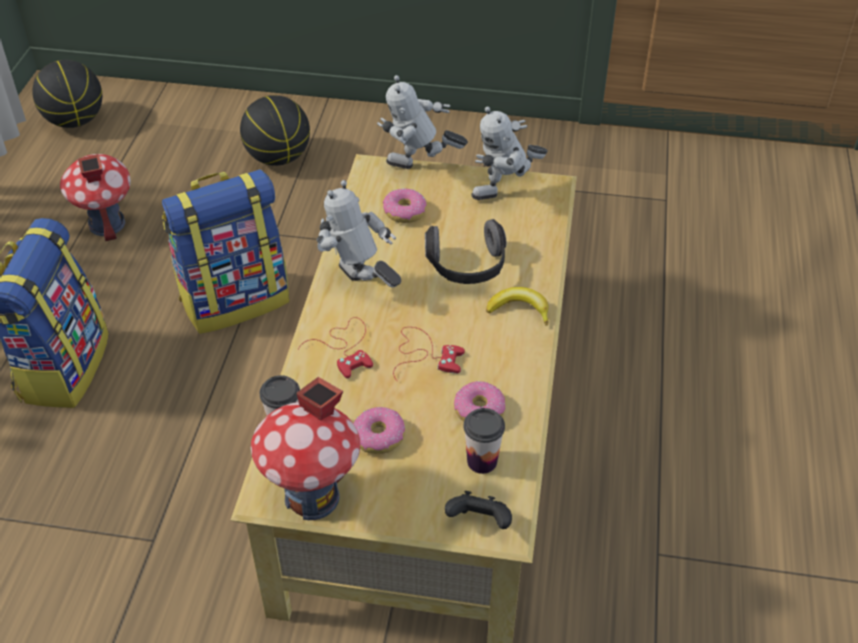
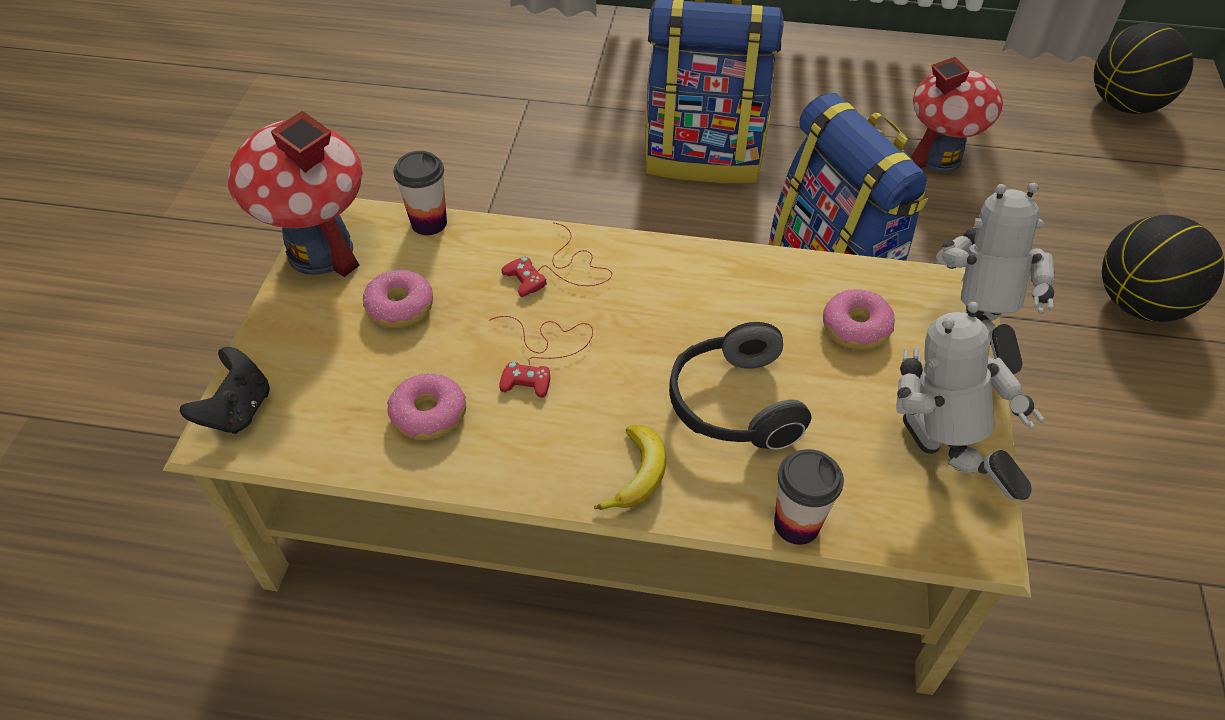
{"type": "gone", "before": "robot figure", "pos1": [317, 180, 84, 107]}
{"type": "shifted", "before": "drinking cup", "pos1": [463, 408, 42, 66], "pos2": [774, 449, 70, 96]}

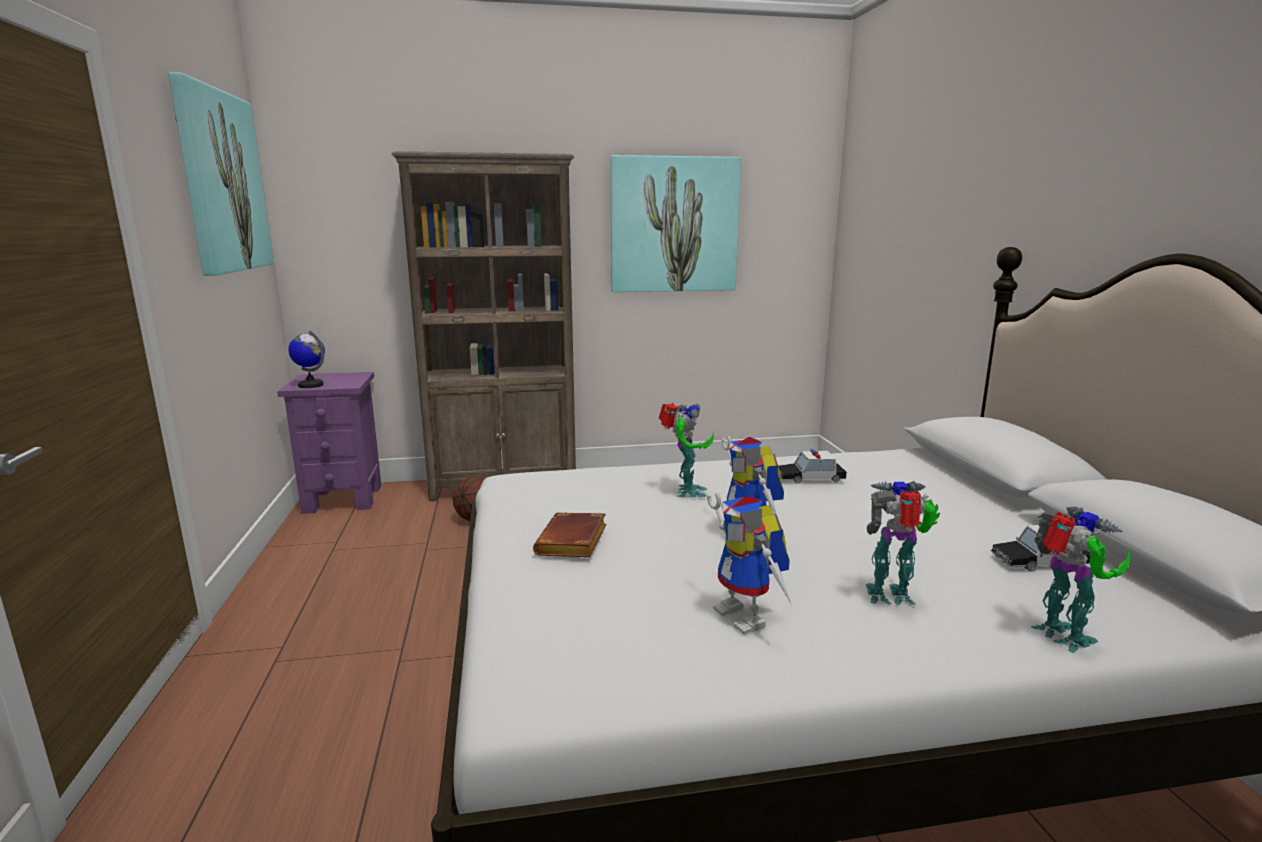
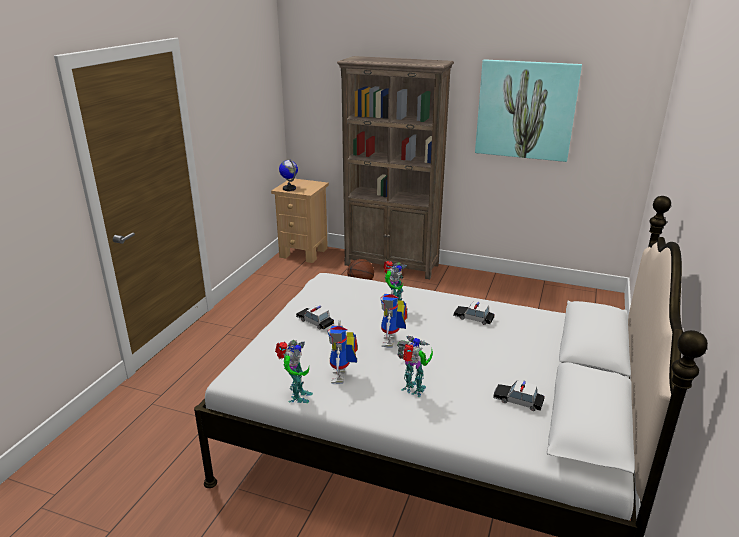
{"type": "gone", "before": "wall art", "pos1": [168, 72, 106, 204]}
{"type": "repainted", "before": "purple night table", "after": "beige-coloured night table", "pos1": [277, 372, 104, 142], "pos2": [271, 178, 58, 85]}
{"type": "shifted", "before": "robot figure", "pos1": [1031, 506, 100, 147], "pos2": [275, 340, 38, 63]}
{"type": "swapped", "before": "brown-coloured volume", "after": "toy car", "pos1": [533, 512, 73, 45], "pos2": [296, 305, 38, 25]}

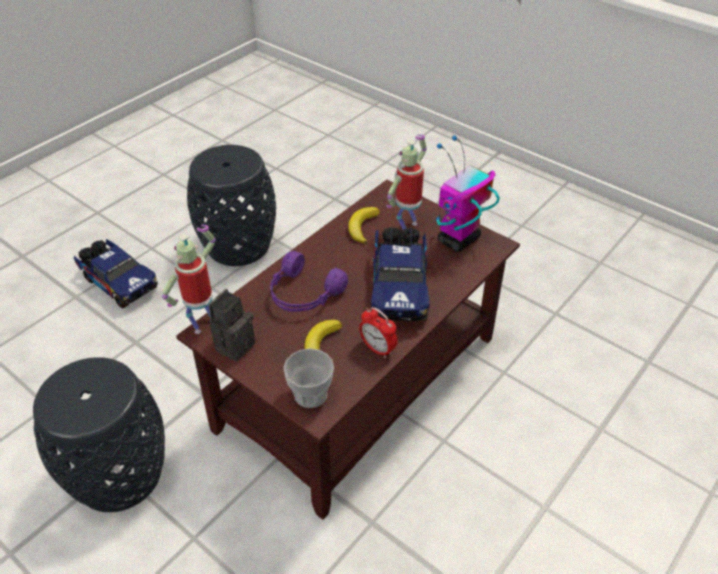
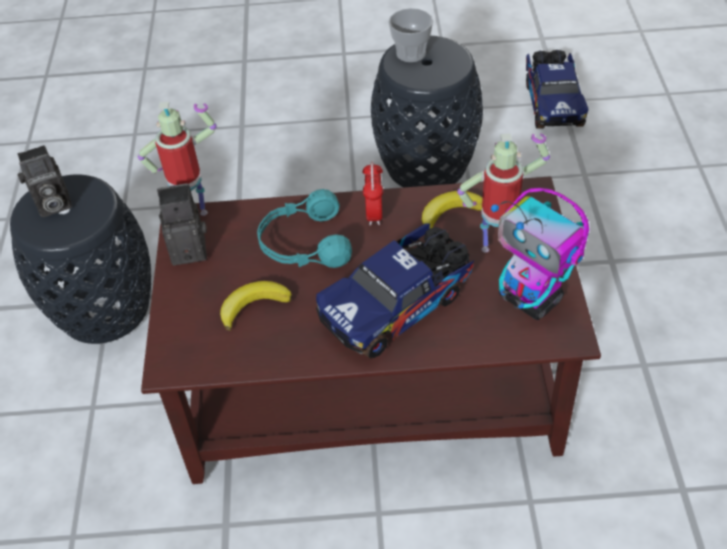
{"type": "rotated", "before": "robot figure", "pos1": [436, 135, 64, 117], "pos2": [491, 188, 98, 132], "turn": -135}
{"type": "shifted", "before": "toy truck", "pos1": [74, 239, 84, 70], "pos2": [526, 50, 63, 79]}
{"type": "repainted", "before": "purple pair of headphones", "after": "blue-green pair of headphones", "pos1": [270, 251, 78, 61], "pos2": [257, 189, 95, 79]}
{"type": "shifted", "before": "table clock", "pos1": [359, 307, 38, 51], "pos2": [362, 161, 21, 65]}
{"type": "shifted", "before": "drinking cup", "pos1": [283, 348, 51, 60], "pos2": [389, 8, 44, 54]}
{"type": "new", "after": "photo camera", "pos2": [18, 145, 54, 72]}

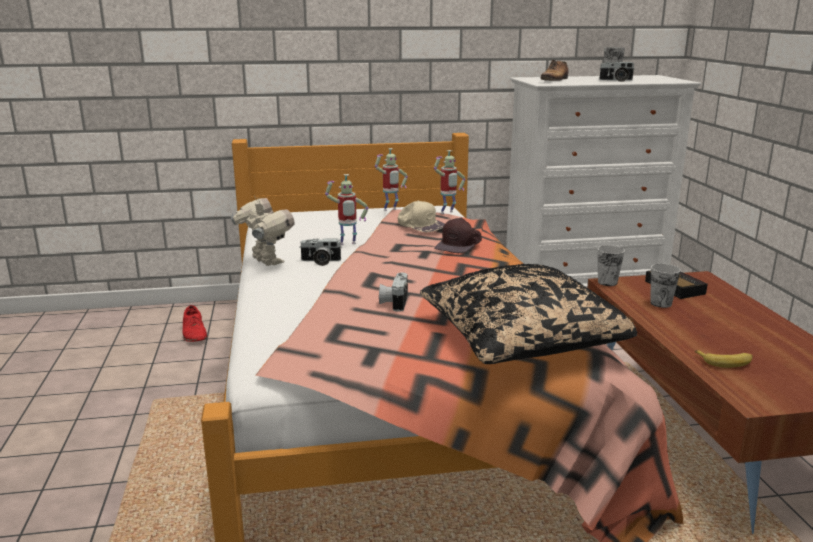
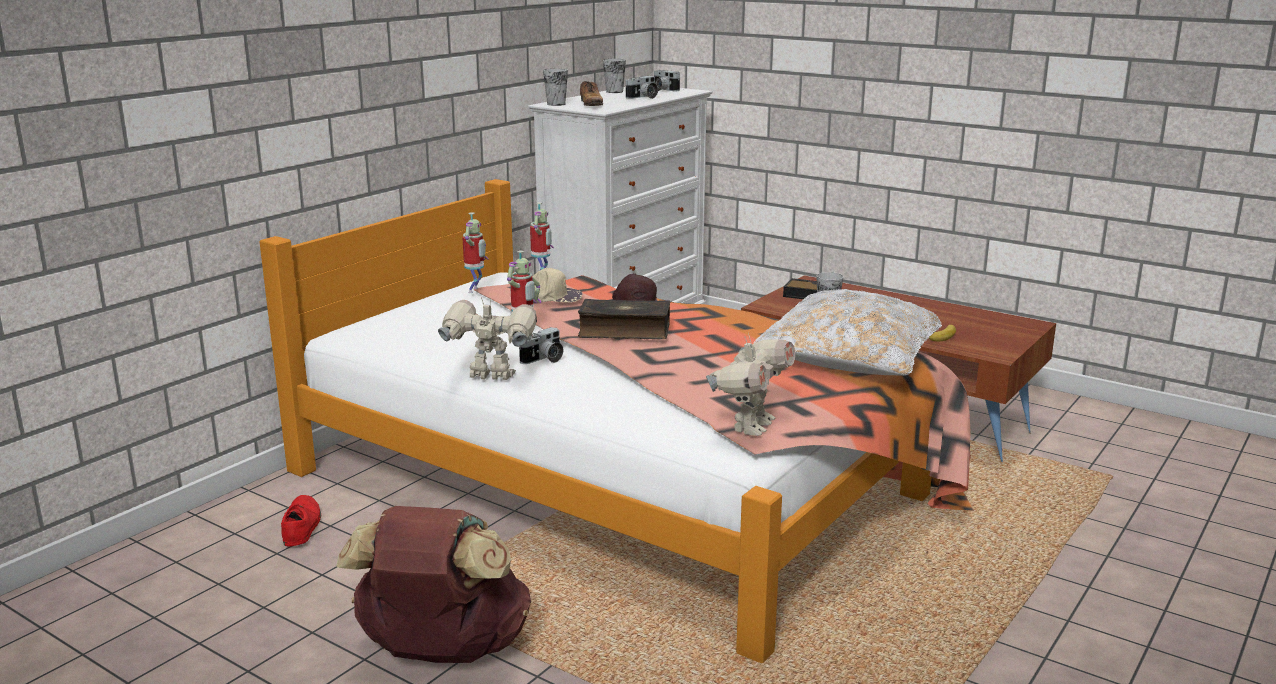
{"type": "shifted", "before": "drinking cup", "pos1": [598, 245, 27, 41], "pos2": [543, 69, 25, 37]}
{"type": "repainted", "before": "blackish pillow", "after": "white pillow", "pos1": [420, 264, 218, 100], "pos2": [754, 289, 188, 87]}
{"type": "shifted", "before": "photo camera", "pos1": [379, 272, 29, 40], "pos2": [654, 70, 26, 21]}
{"type": "rotated", "before": "red shoe", "pos1": [182, 305, 26, 37], "pos2": [281, 495, 40, 52], "turn": -120}
{"type": "new", "after": "volume", "pos2": [578, 299, 92, 40]}
{"type": "new", "after": "robot figure", "pos2": [706, 333, 89, 103]}
{"type": "new", "after": "brown-coloured knapsack", "pos2": [336, 506, 195, 157]}

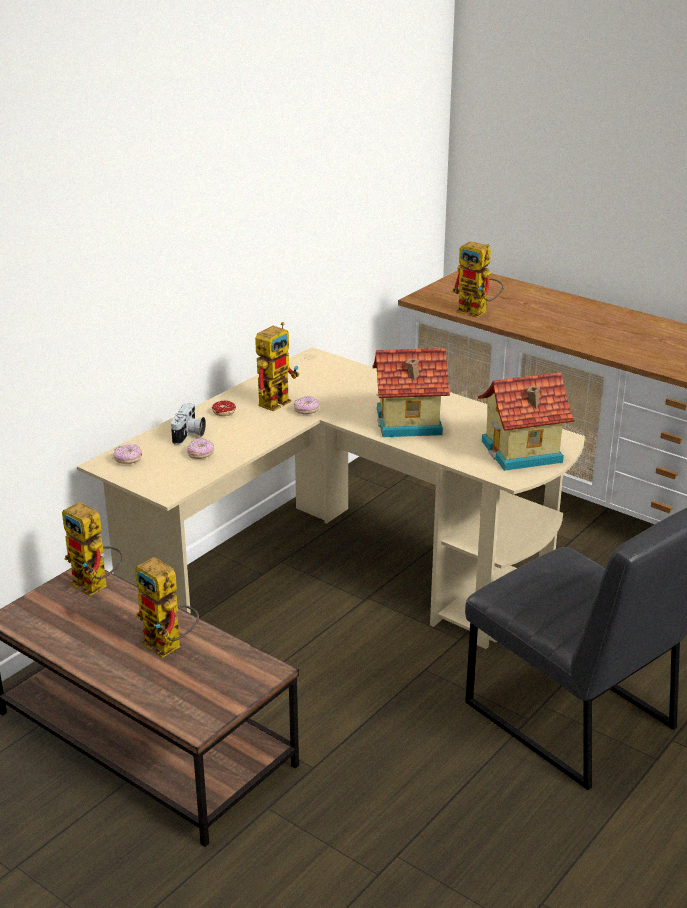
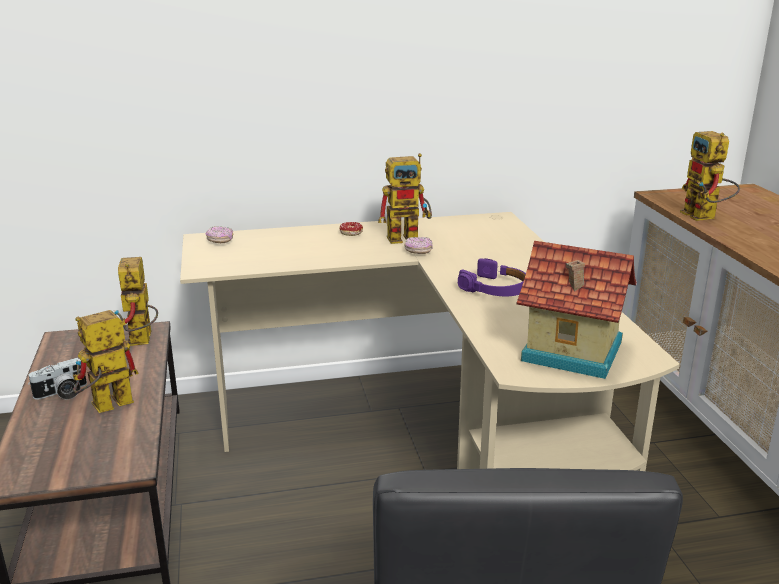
{"type": "swapped", "before": "miniature house", "after": "purple pair of headphones", "pos1": [372, 348, 78, 89], "pos2": [458, 258, 68, 38]}
{"type": "shifted", "before": "photo camera", "pos1": [171, 403, 35, 42], "pos2": [29, 358, 58, 42]}
{"type": "gone", "before": "doughnut", "pos1": [187, 438, 27, 21]}
{"type": "rotated", "before": "robot figure", "pos1": [135, 557, 64, 101], "pos2": [73, 310, 65, 103], "turn": 60}

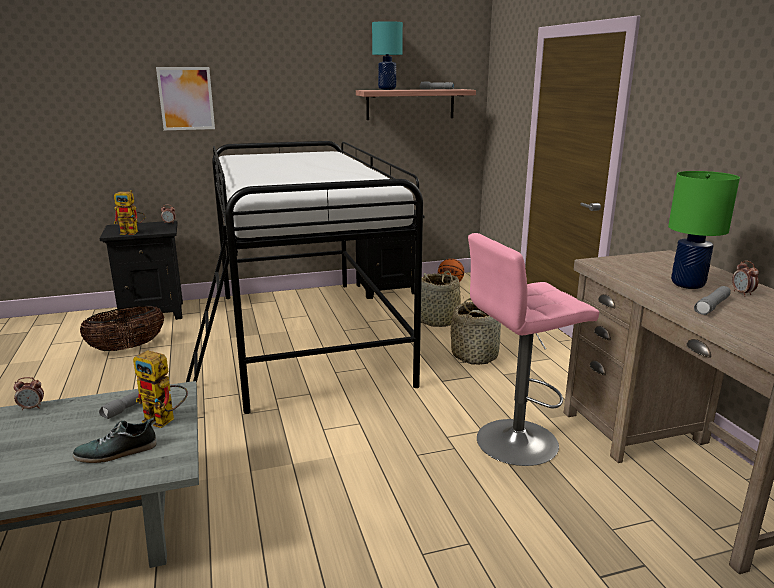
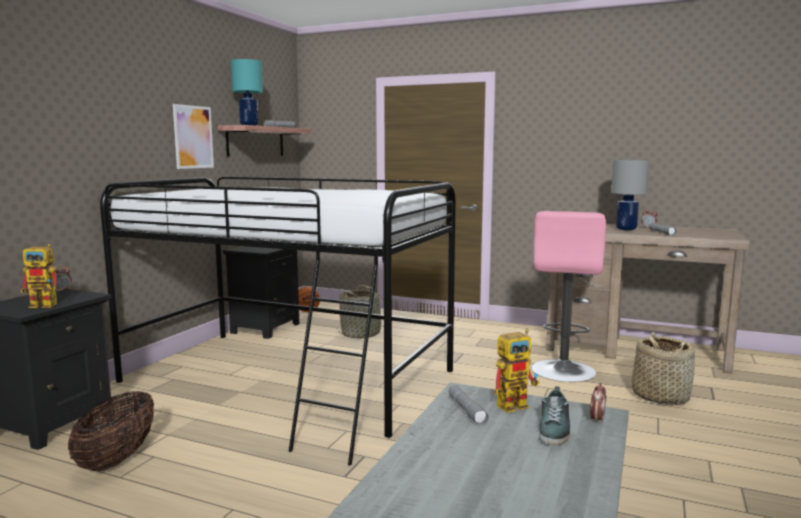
{"type": "shifted", "before": "wall art", "pos1": [156, 67, 59, 63], "pos2": [173, 104, 41, 65]}
{"type": "repainted", "before": "green table lamp", "after": "grey table lamp", "pos1": [668, 171, 72, 118], "pos2": [611, 159, 38, 71]}
{"type": "rotated", "before": "robot figure", "pos1": [114, 190, 32, 45], "pos2": [21, 244, 49, 64], "turn": 45}
{"type": "shifted", "before": "storage basket", "pos1": [451, 298, 50, 67], "pos2": [631, 332, 64, 73]}
{"type": "shifted", "before": "table clock", "pos1": [13, 377, 31, 33], "pos2": [590, 382, 16, 42]}

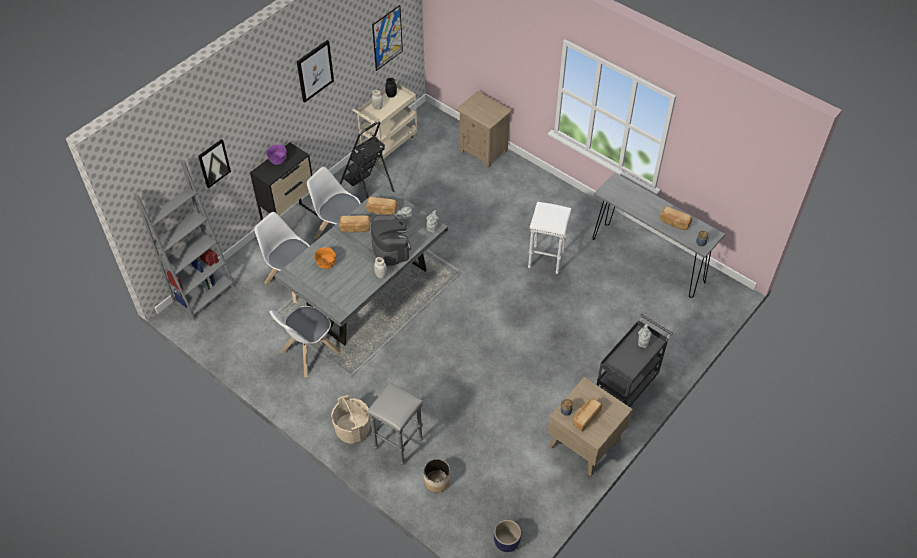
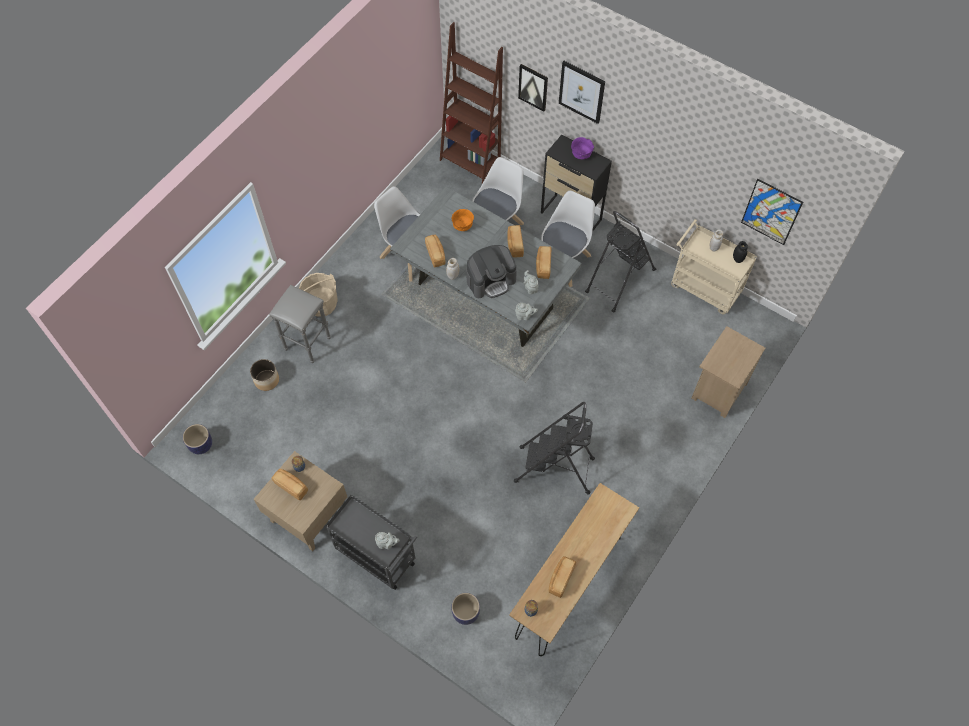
{"type": "shifted", "before": "wall art", "pos1": [297, 40, 37, 63], "pos2": [559, 61, 46, 63]}
{"type": "repainted", "before": "grey bookcase", "after": "brown-coloured bookcase", "pos1": [134, 160, 102, 160], "pos2": [440, 22, 63, 162]}
{"type": "repainted", "before": "grey hall table", "after": "brown-coloured hall table", "pos1": [593, 173, 132, 125], "pos2": [509, 483, 130, 173]}
{"type": "swapped", "before": "white stool seat", "after": "step ladder", "pos1": [528, 202, 43, 72], "pos2": [514, 402, 81, 93]}
{"type": "new", "after": "bread", "pos2": [425, 235, 21, 32]}
{"type": "new", "after": "plant pot", "pos2": [451, 593, 29, 32]}

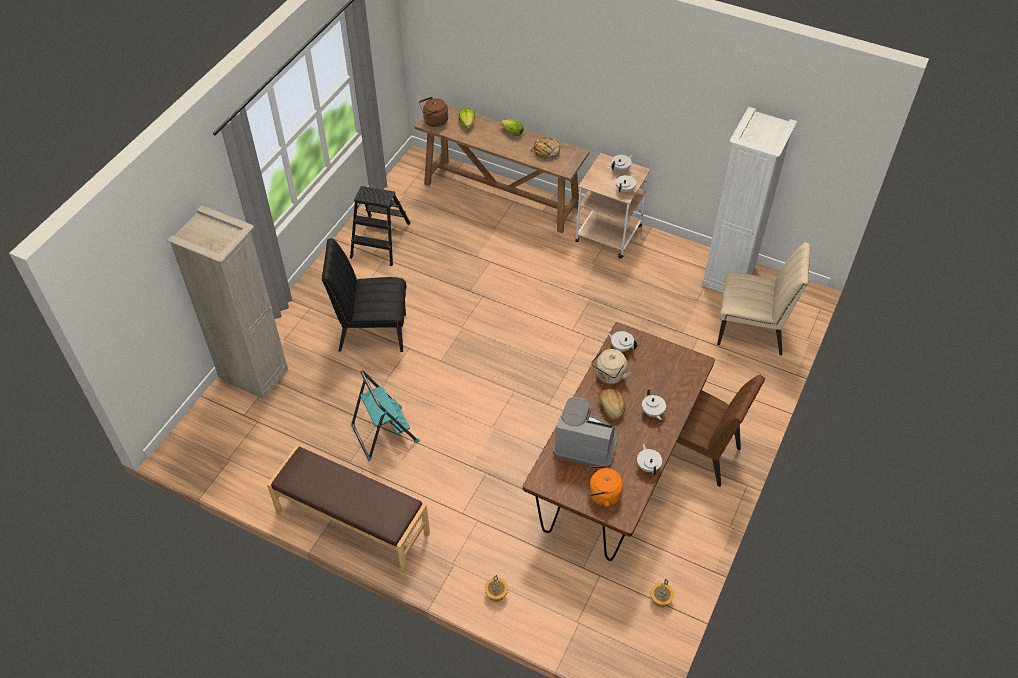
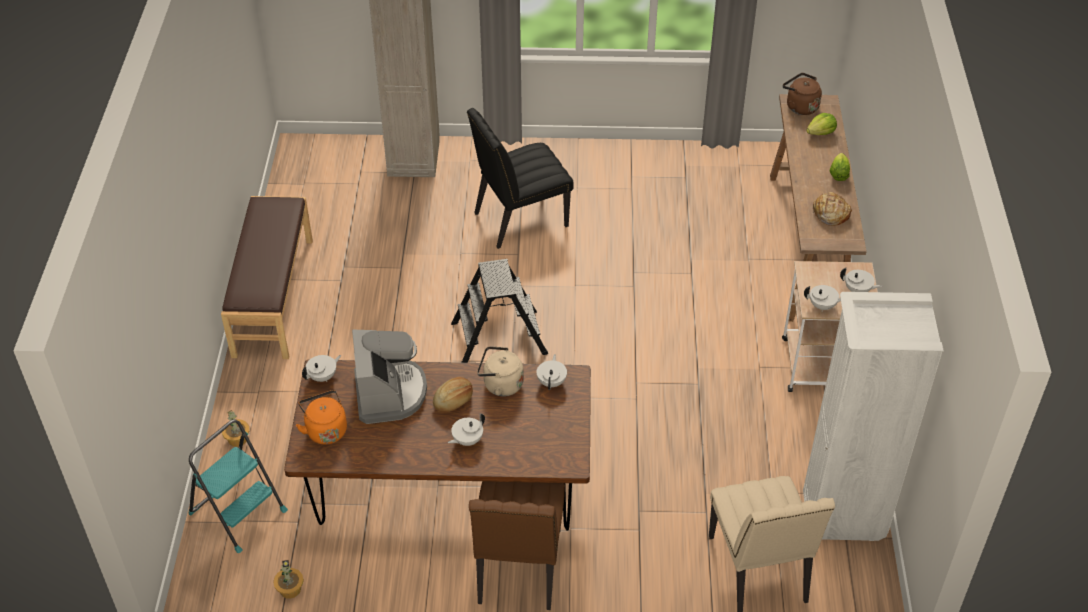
{"type": "shifted", "before": "blackish step ladder", "pos1": [350, 186, 61, 80], "pos2": [451, 259, 97, 104]}
{"type": "rotated", "before": "blackish chair", "pos1": [322, 238, 85, 114], "pos2": [467, 108, 107, 141], "turn": -90}
{"type": "shifted", "before": "blue-green step ladder", "pos1": [351, 370, 69, 91], "pos2": [189, 419, 99, 134]}
{"type": "shifted", "before": "white tea pot", "pos1": [637, 443, 25, 32], "pos2": [302, 355, 39, 27]}

